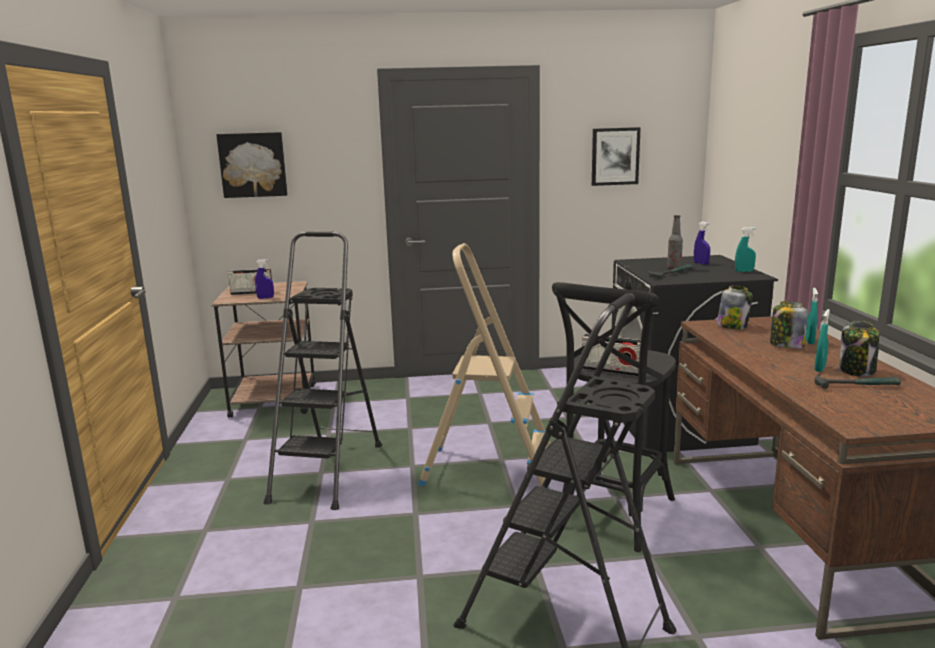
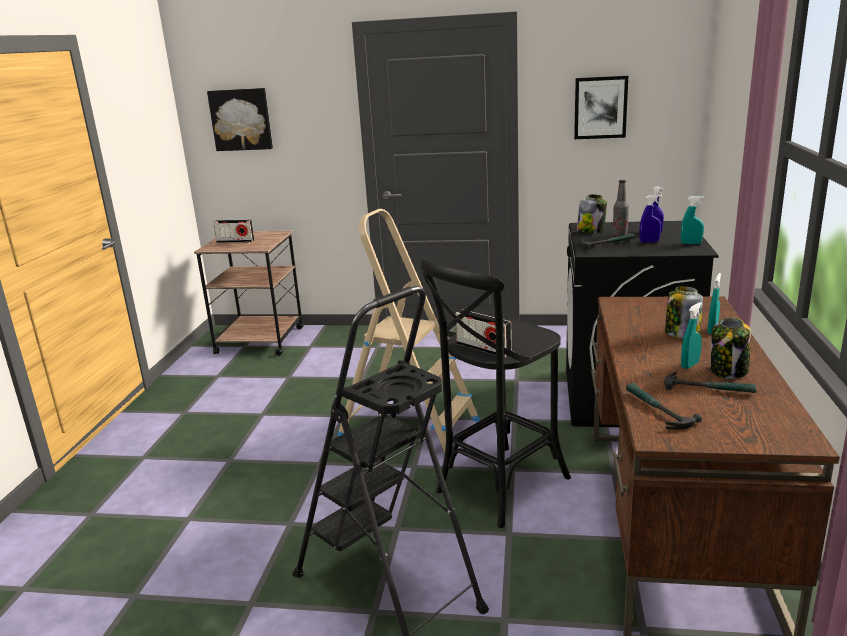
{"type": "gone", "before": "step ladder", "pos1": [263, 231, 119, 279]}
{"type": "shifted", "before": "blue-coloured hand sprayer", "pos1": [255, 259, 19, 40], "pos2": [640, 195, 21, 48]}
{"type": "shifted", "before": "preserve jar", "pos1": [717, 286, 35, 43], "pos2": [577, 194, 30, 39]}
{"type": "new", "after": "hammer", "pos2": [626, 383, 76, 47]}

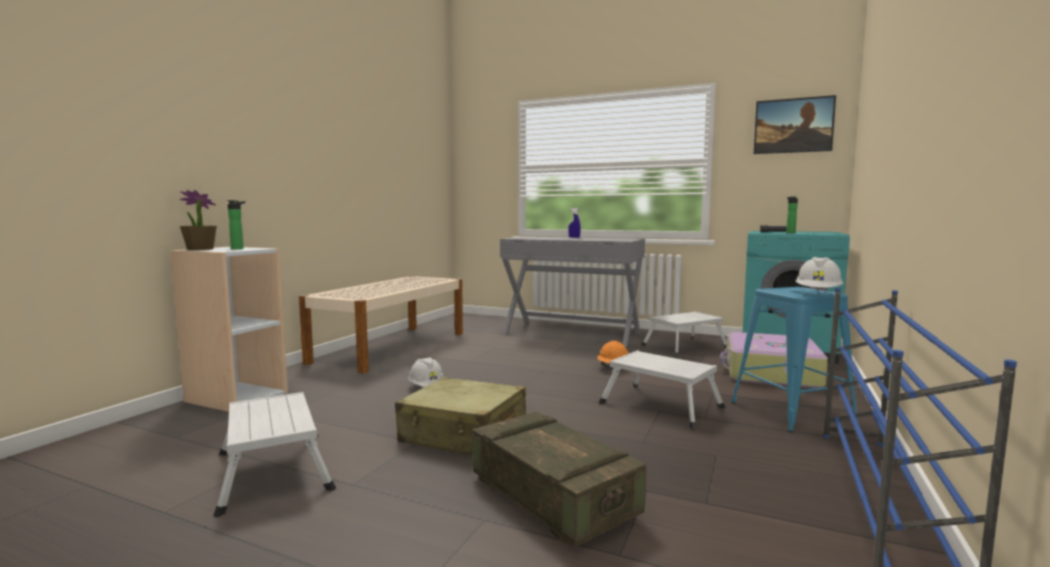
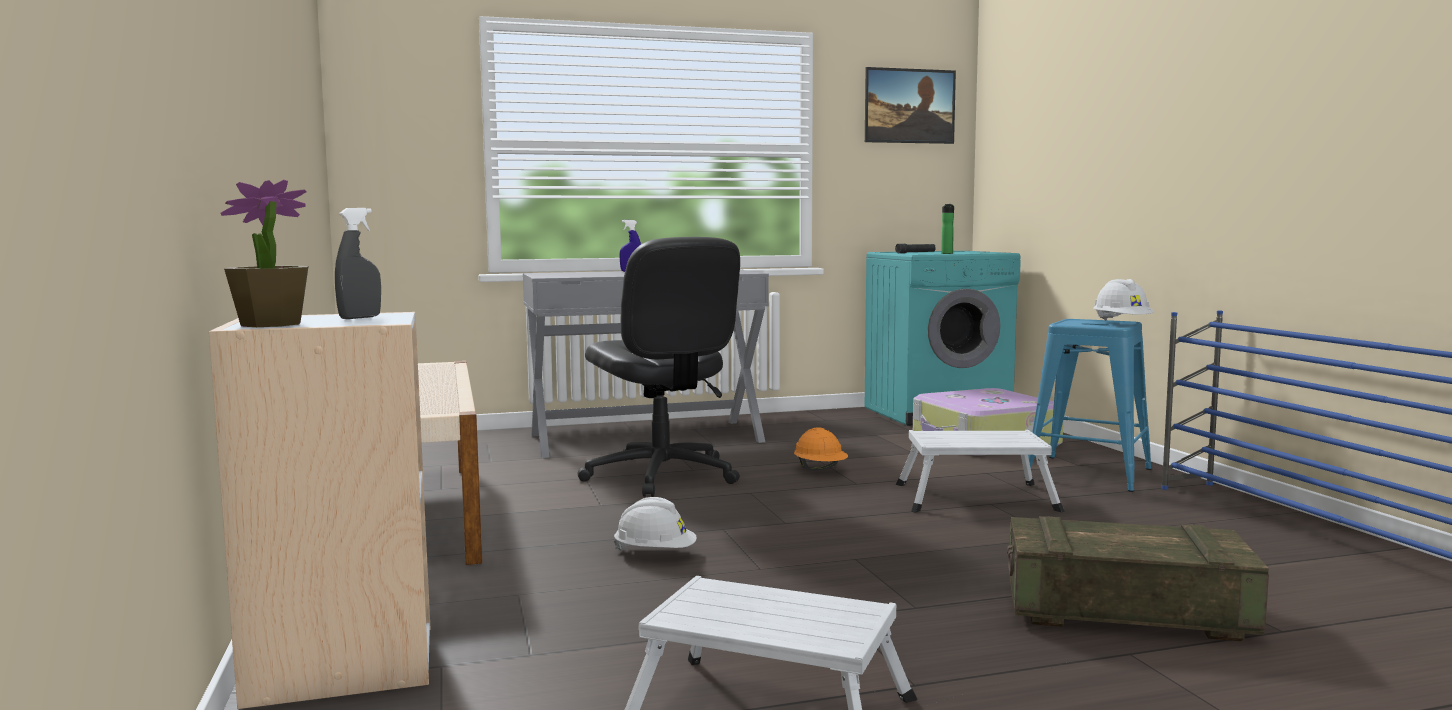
{"type": "swapped", "before": "beverage bottle", "after": "grey hand sprayer", "pos1": [227, 200, 19, 50], "pos2": [335, 208, 46, 111]}
{"type": "gone", "before": "white step ladder", "pos1": [641, 311, 86, 46]}
{"type": "gone", "before": "beige-coloured travel case", "pos1": [395, 377, 131, 78]}
{"type": "new", "after": "blackish office chair", "pos2": [577, 237, 163, 260]}

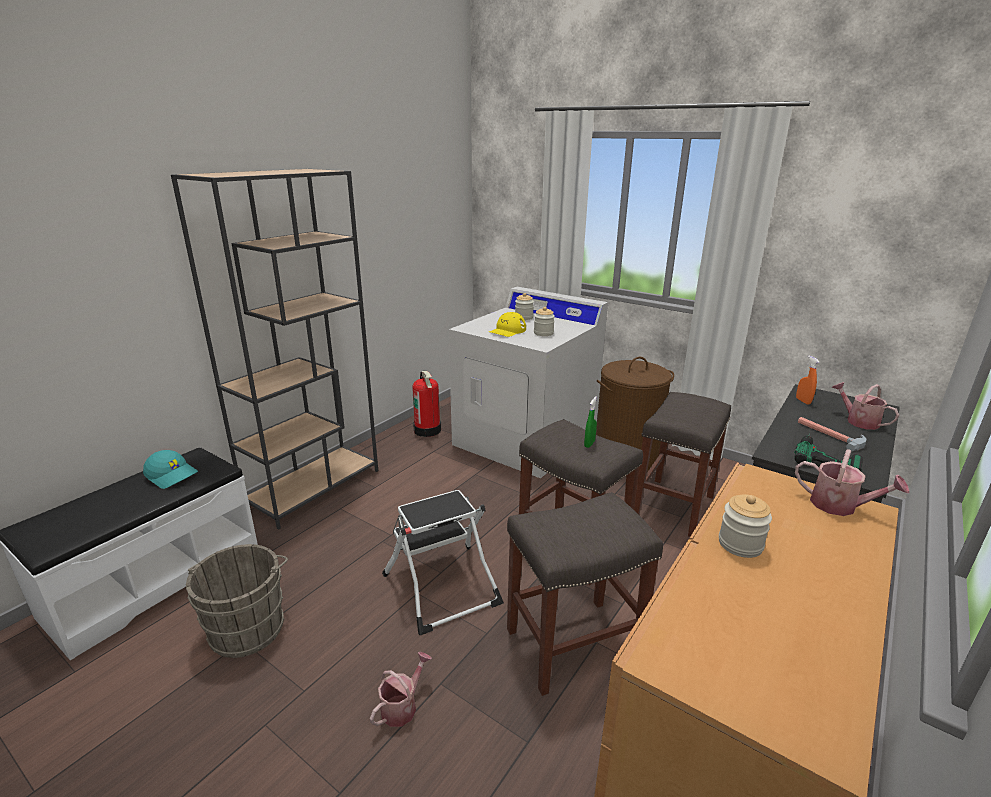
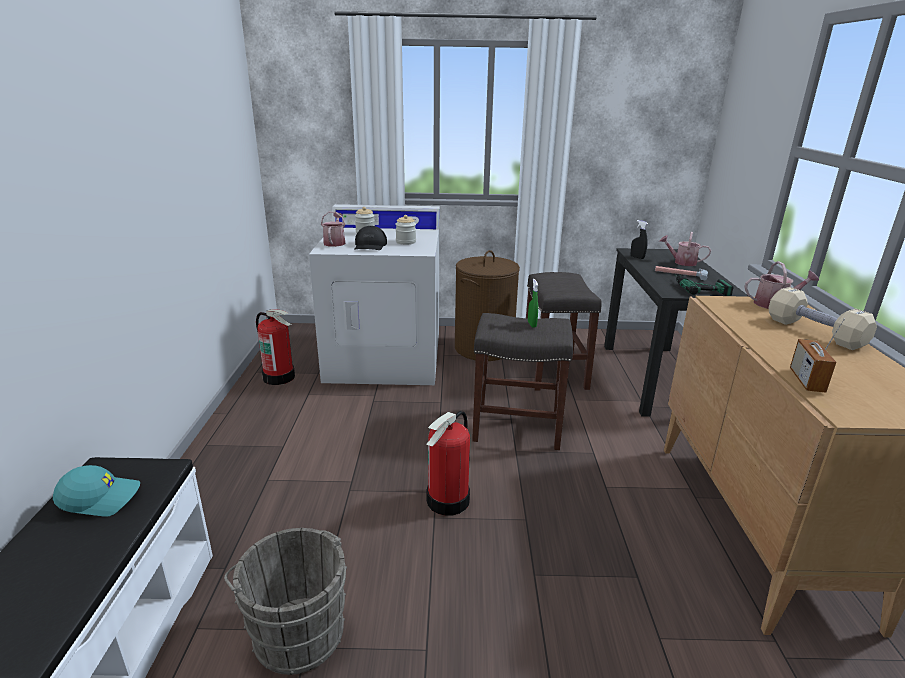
{"type": "gone", "before": "bookcase", "pos1": [171, 169, 207, 361]}
{"type": "repainted", "before": "yellow-coloured cap", "after": "blackish cap", "pos1": [489, 312, 37, 25], "pos2": [355, 226, 32, 24]}
{"type": "repainted", "before": "orange hand sprayer", "after": "blackish hand sprayer", "pos1": [796, 355, 24, 50], "pos2": [631, 220, 17, 39]}
{"type": "swapped", "before": "step ladder", "after": "extinguisher", "pos1": [382, 490, 122, 146], "pos2": [426, 411, 44, 105]}
{"type": "gone", "before": "grey stool seat", "pos1": [507, 492, 156, 204]}
{"type": "gone", "before": "preserve jar", "pos1": [719, 494, 53, 64]}
{"type": "shifted", "before": "sprinkling can", "pos1": [370, 652, 62, 75], "pos2": [321, 212, 24, 35]}
{"type": "new", "after": "beige-coloured free weight", "pos2": [769, 287, 108, 63]}
{"type": "new", "after": "radio", "pos2": [790, 318, 55, 75]}

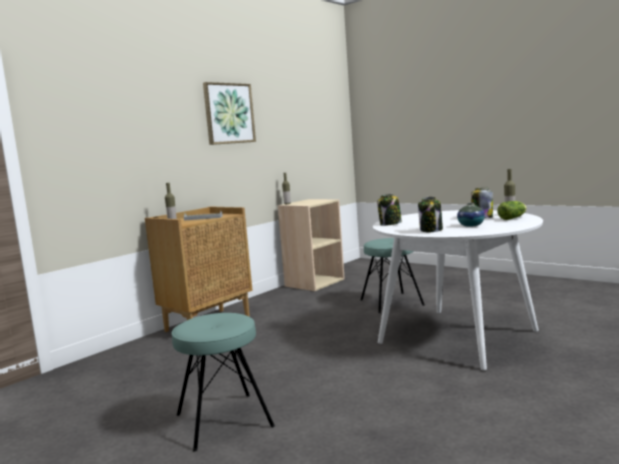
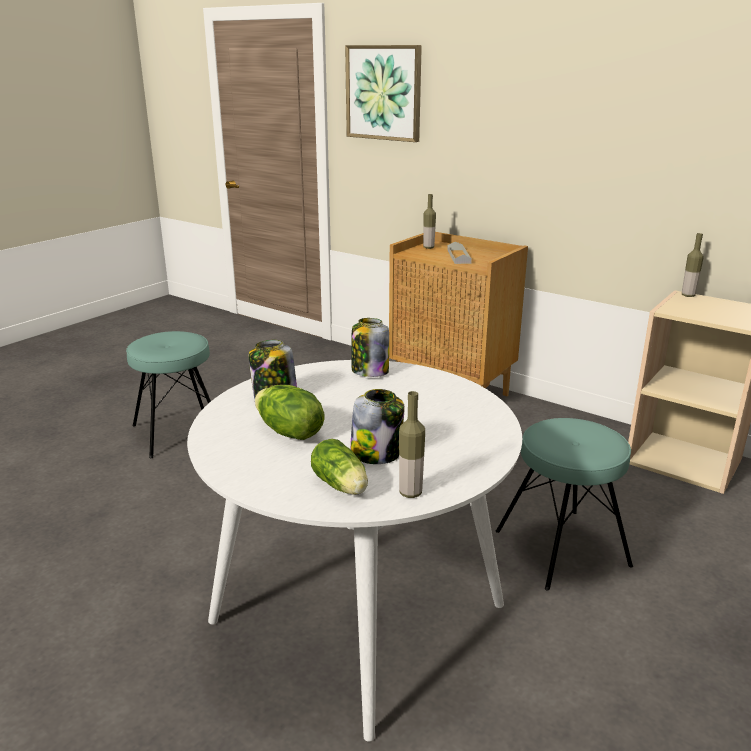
{"type": "shifted", "before": "wall art", "pos1": [203, 82, 53, 63], "pos2": [345, 45, 77, 97]}
{"type": "swapped", "before": "flower vase", "after": "lettuce", "pos1": [457, 203, 28, 24], "pos2": [255, 385, 70, 55]}

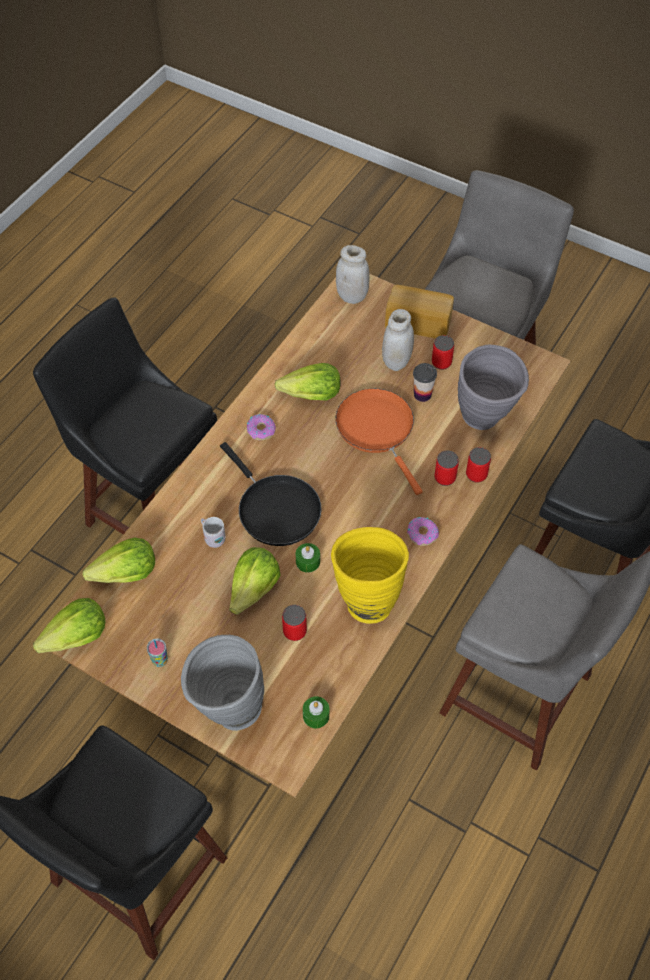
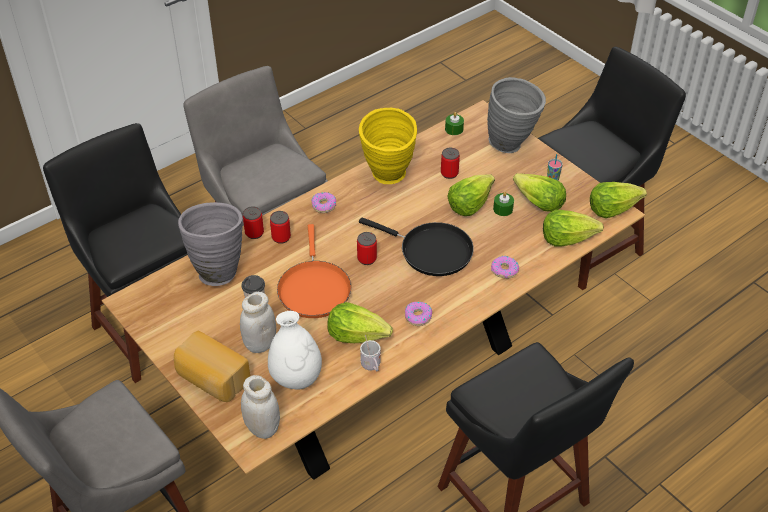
{"type": "shifted", "before": "metal can", "pos1": [432, 335, 22, 35], "pos2": [357, 232, 20, 33]}
{"type": "rotated", "before": "blackish skillet", "pos1": [220, 442, 101, 104], "pos2": [359, 217, 115, 59], "turn": 135}
{"type": "shifted", "before": "white coffee mug", "pos1": [201, 517, 25, 31], "pos2": [360, 335, 21, 36]}
{"type": "shifted", "before": "green wax light", "pos1": [296, 543, 24, 30], "pos2": [493, 192, 21, 24]}
{"type": "new", "after": "lettuce", "pos2": [513, 173, 53, 39]}
{"type": "new", "after": "doughnut", "pos2": [491, 256, 28, 23]}
{"type": "new", "after": "white flower vase", "pos2": [268, 311, 54, 79]}

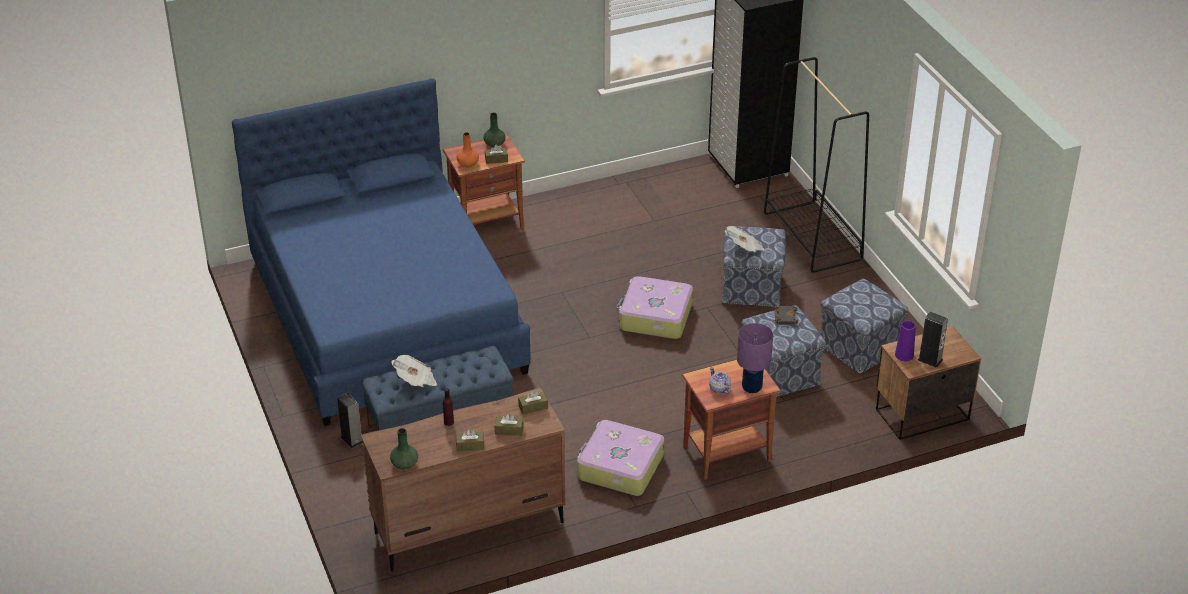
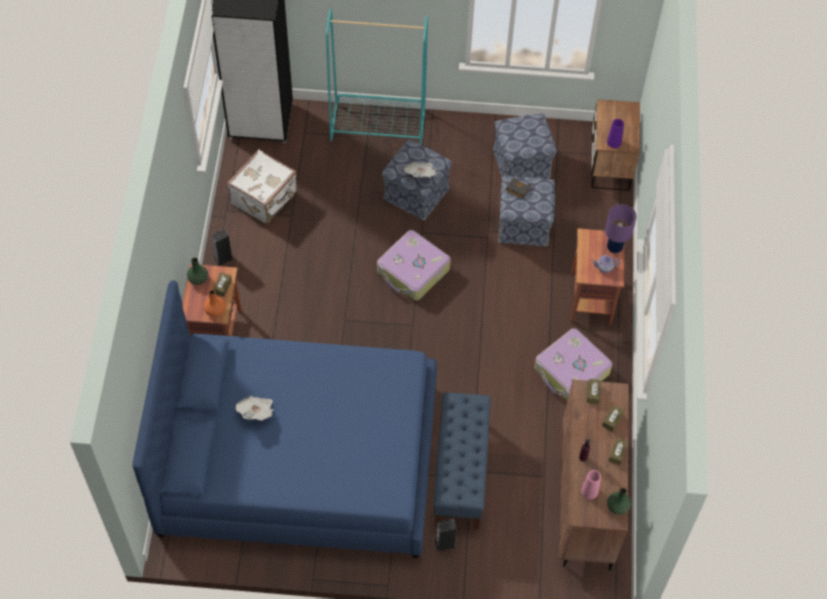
{"type": "repainted", "before": "blackish clothes rack", "after": "blue-green clothes rack", "pos1": [764, 57, 105, 216], "pos2": [326, 9, 102, 136]}
{"type": "shifted", "before": "speaker", "pos1": [918, 312, 30, 56], "pos2": [211, 229, 23, 37]}
{"type": "shifted", "before": "newspaper", "pos1": [392, 355, 45, 32], "pos2": [236, 396, 38, 24]}
{"type": "new", "after": "white travel case", "pos2": [227, 149, 71, 75]}
{"type": "new", "after": "pinkish flower vase", "pos2": [581, 470, 20, 29]}

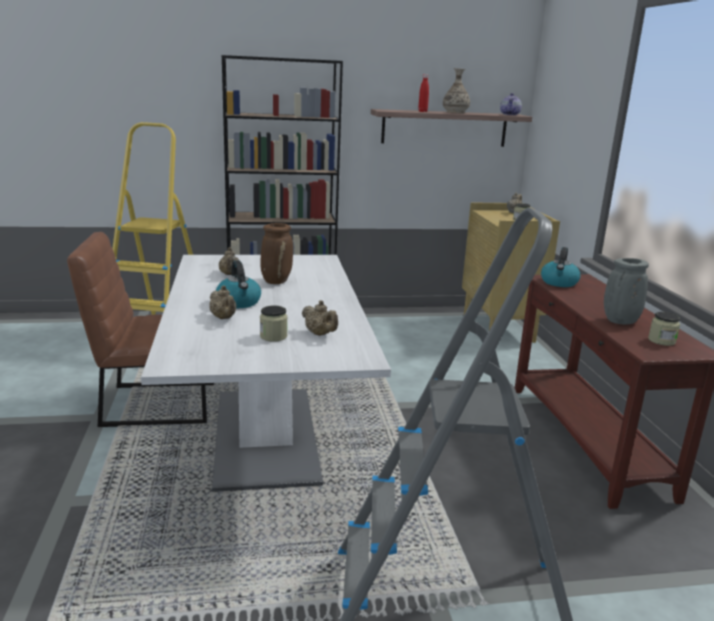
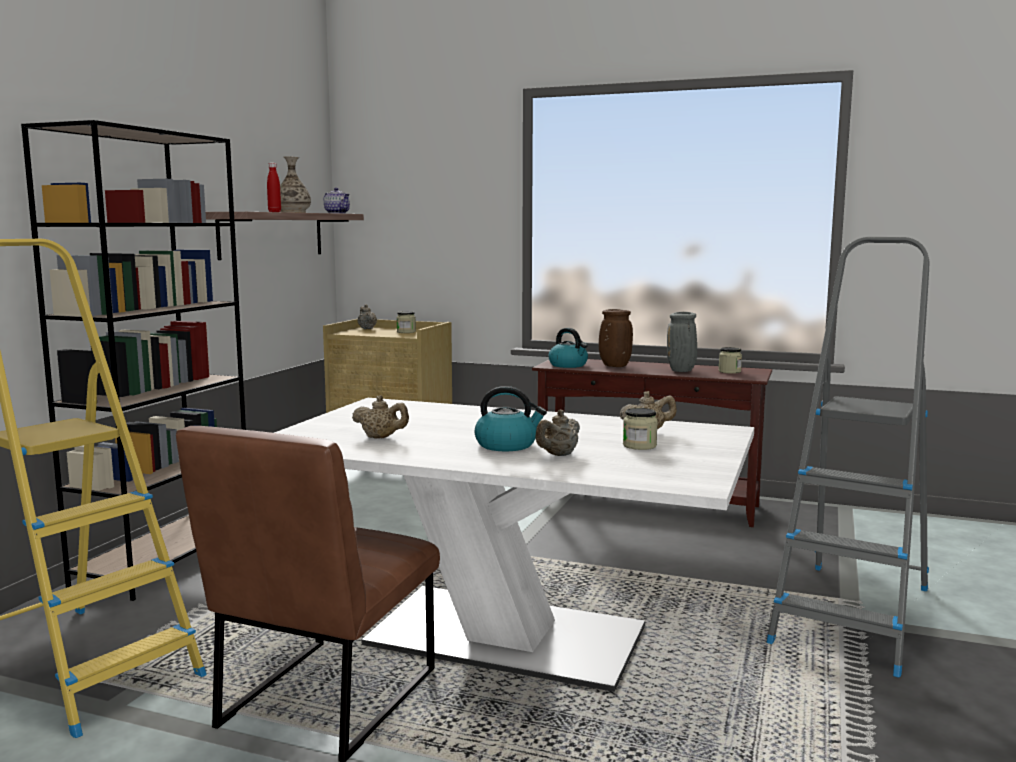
{"type": "shifted", "before": "brown-coloured flower vase", "pos1": [260, 223, 33, 61], "pos2": [599, 309, 34, 58]}
{"type": "rotated", "before": "beige-coloured tea pot", "pos1": [209, 285, 28, 34], "pos2": [535, 410, 45, 46], "turn": 135}

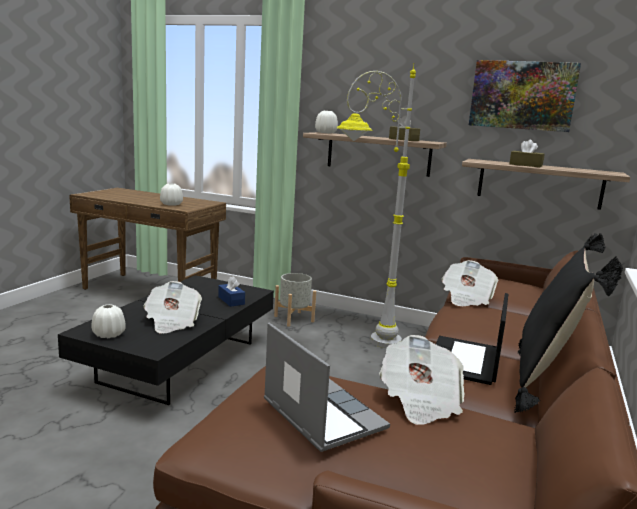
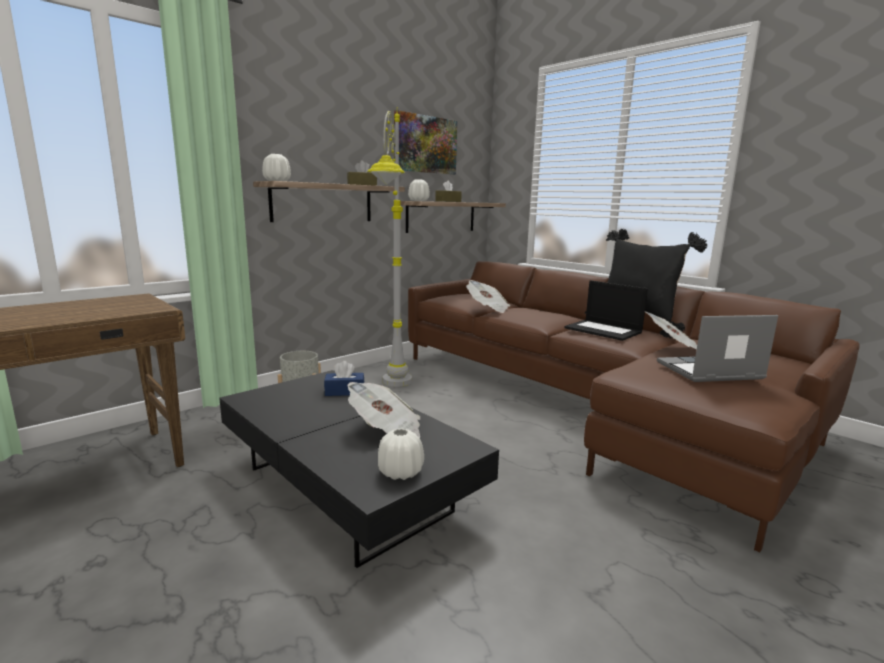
{"type": "shifted", "before": "white flower vase", "pos1": [160, 183, 23, 23], "pos2": [408, 179, 22, 22]}

